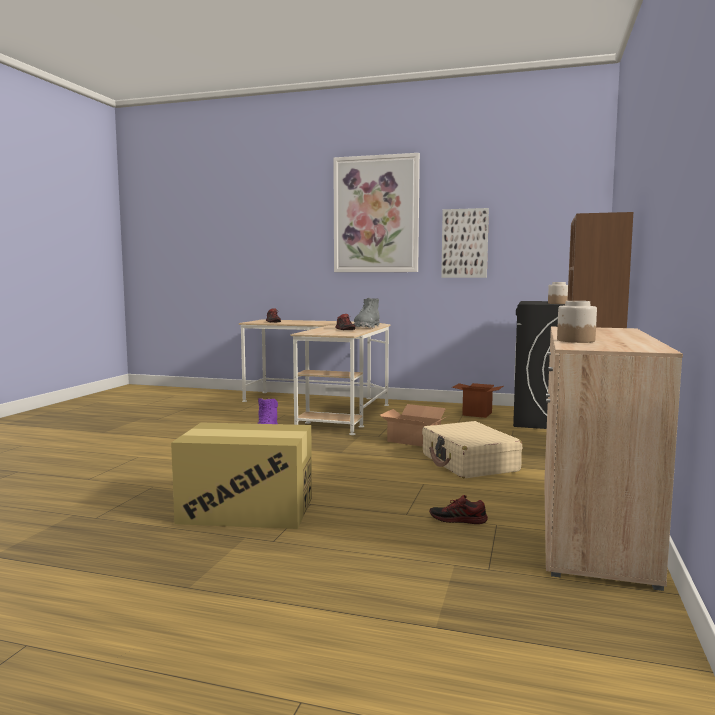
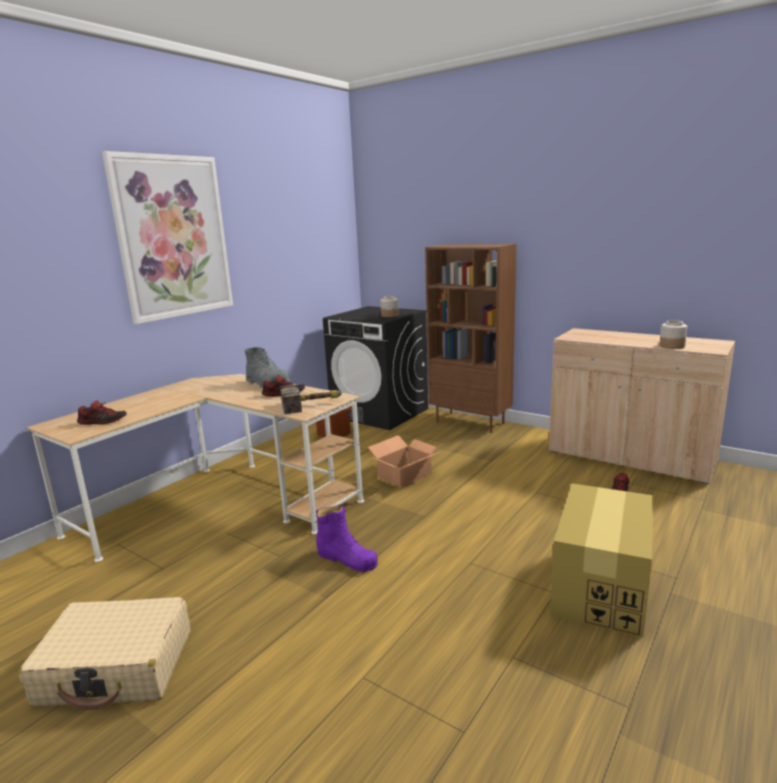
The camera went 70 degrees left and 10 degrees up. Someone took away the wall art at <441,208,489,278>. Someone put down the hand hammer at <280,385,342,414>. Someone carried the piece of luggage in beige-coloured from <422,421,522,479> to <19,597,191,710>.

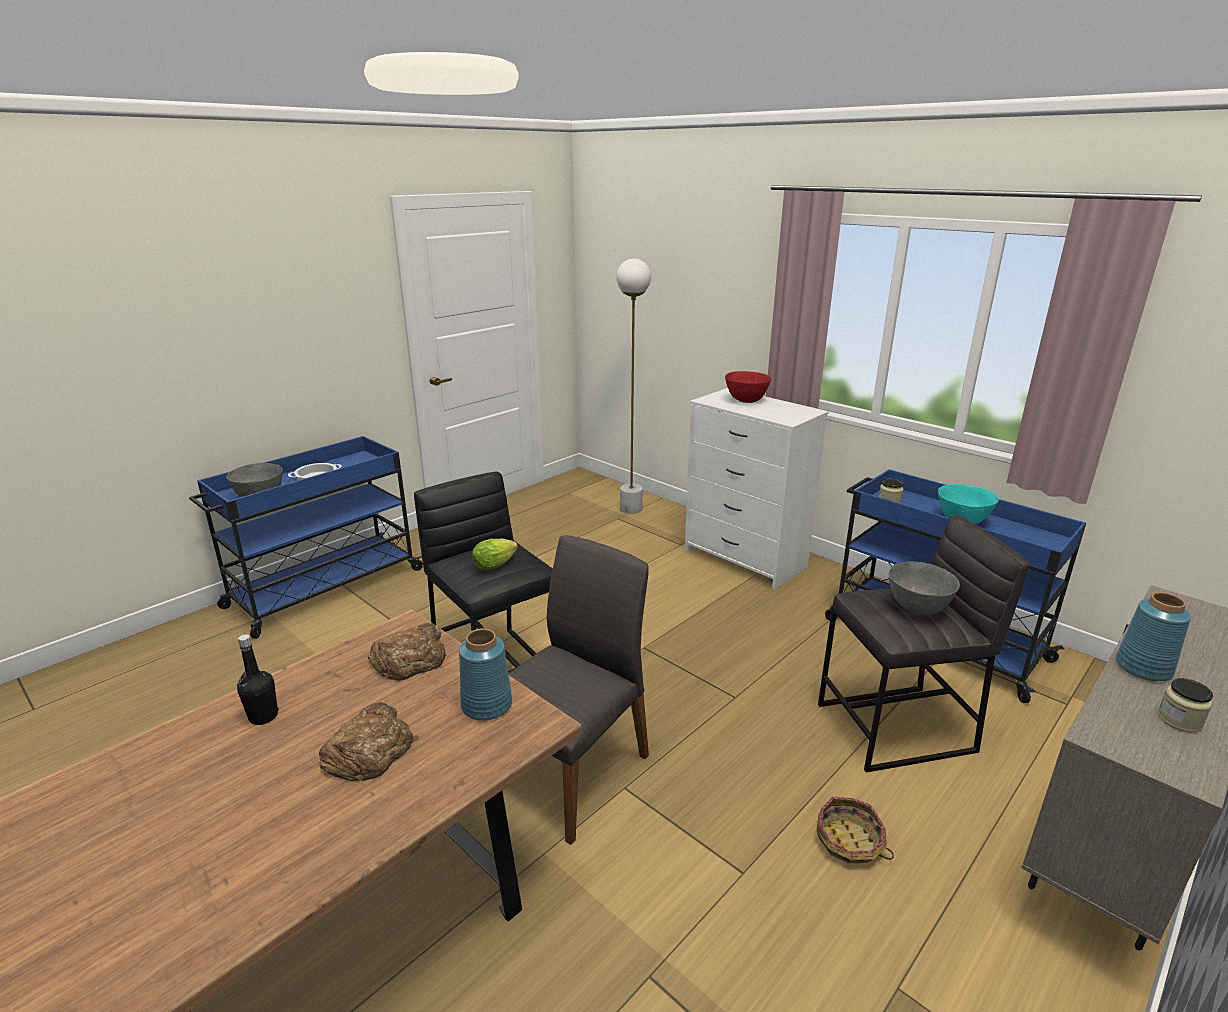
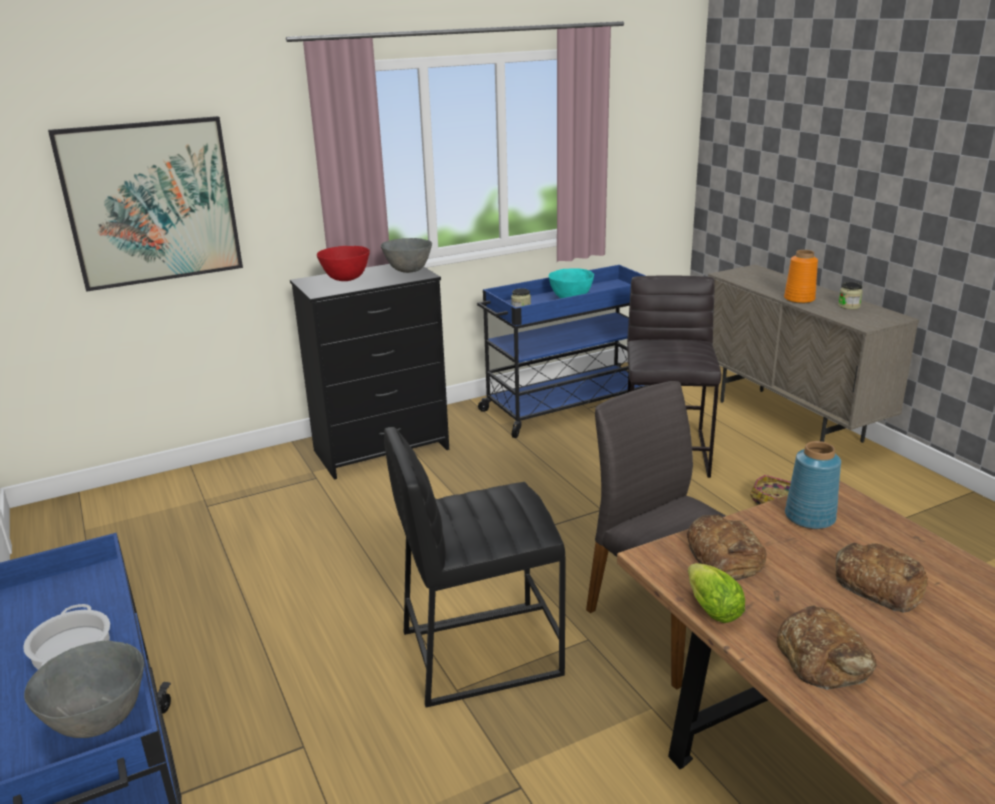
The camera went 70 degrees left and 0 degrees up. Someone took away the floor lamp in whitish at <616,259,651,514>. Someone put up the wall art at <48,116,243,292>. Someone carried the head of lettuce from <472,539,518,570> to <688,563,745,623>. Someone carried the deep dish in greyish from <889,561,960,615> to <381,238,432,273>. Someone swapped the beverage bottle in blackish at <237,634,279,725> for the bread at <777,606,876,690>. Someone repainted the dresser in whitish at <684,388,829,590>, which became the dresser in blackish at <290,264,449,480>. Someone repainted the flower vase in bluish at <1116,592,1191,681>, which became the flower vase in orangey at <784,250,818,303>.

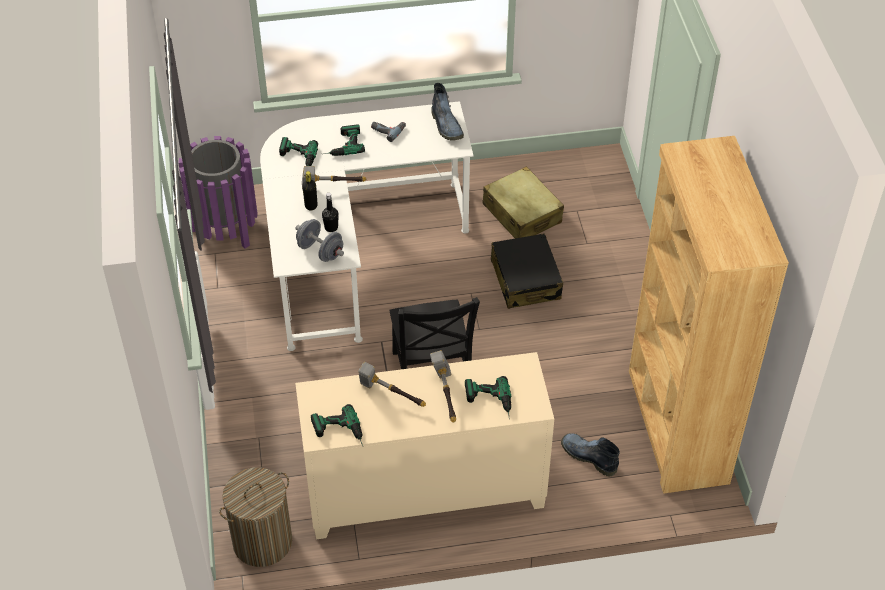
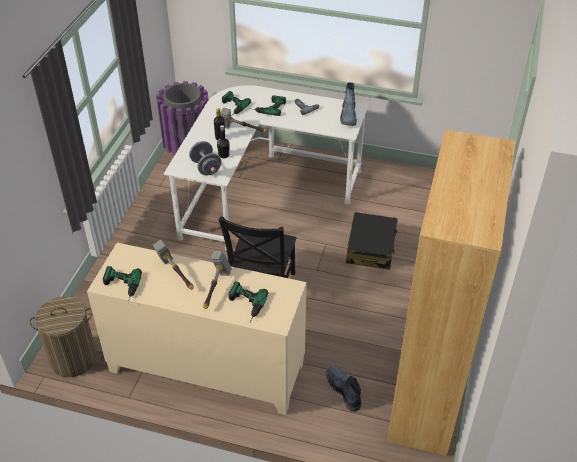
The camera went 25 degrees right and 5 degrees down. Someone took away the piece of luggage in beige-coloured at <482,166,564,238>.

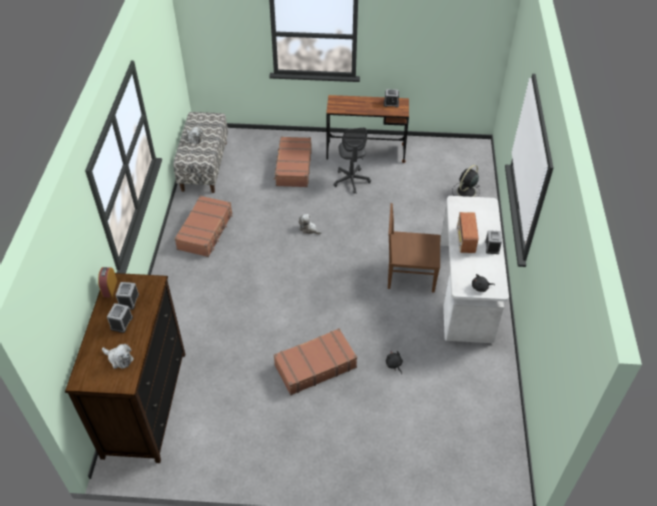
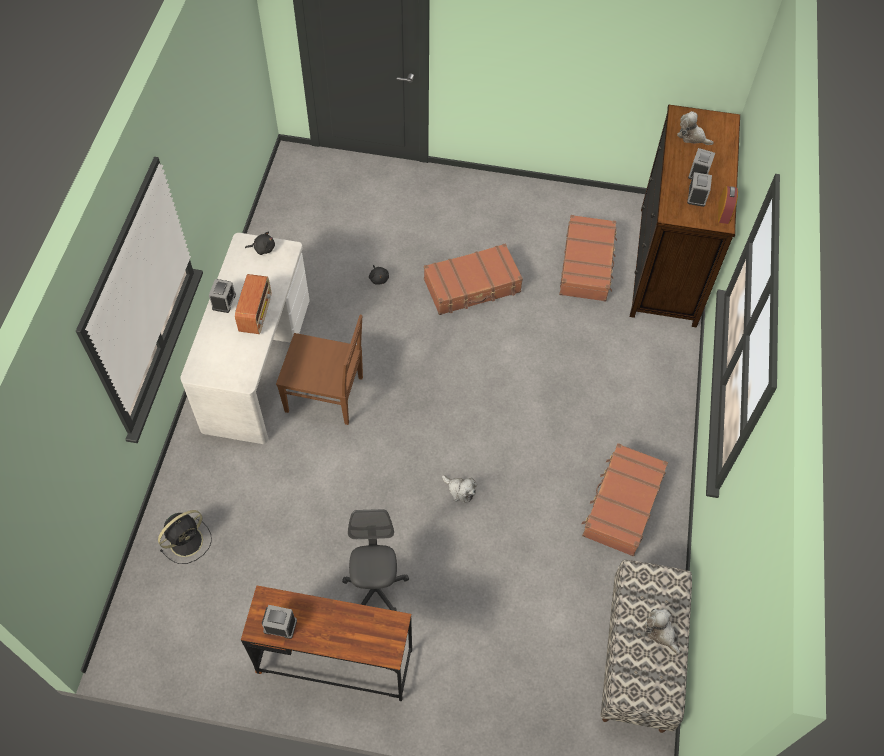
The camera went 175 degrees left and 10 degrees up. Someone carried the piece of luggage in brown from <273,136,312,187> to <559,215,617,302>.

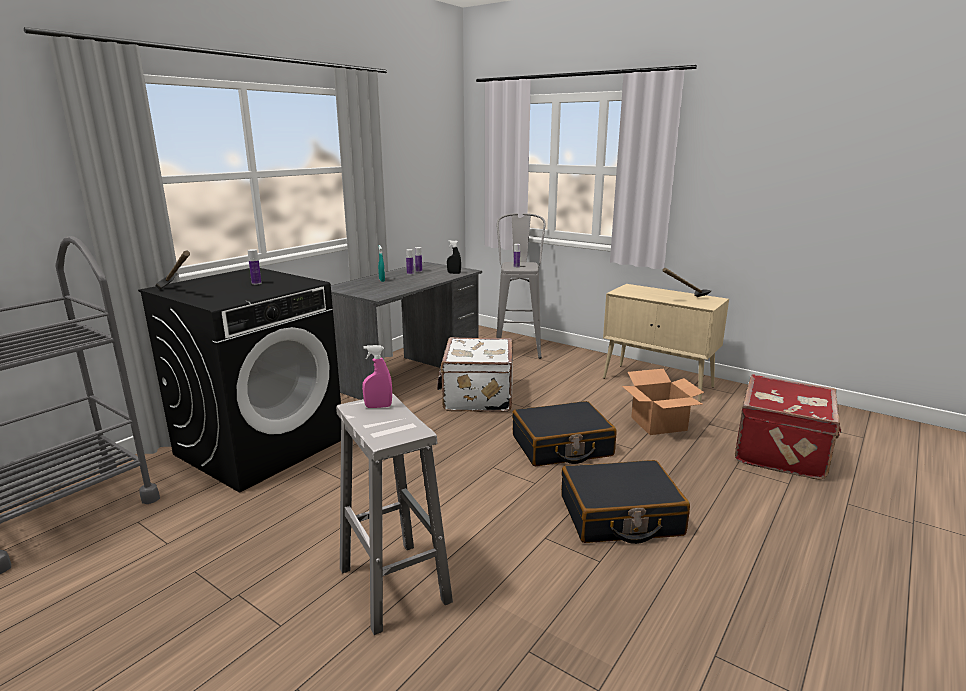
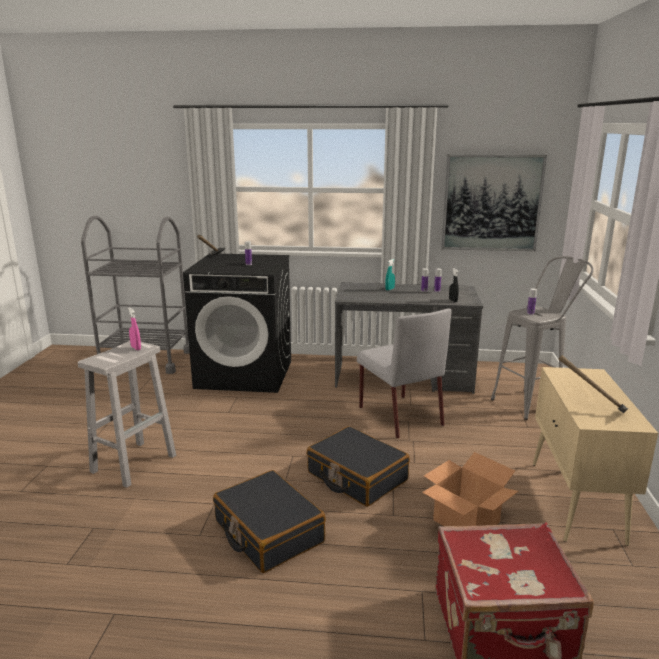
The camera went 60 degrees right and 0 degrees up. Someone put up the wall art at <441,154,547,251>. Someone swapped the piece of luggage in whitish at <437,337,513,412> for the plain chair in greyish at <357,308,452,439>.

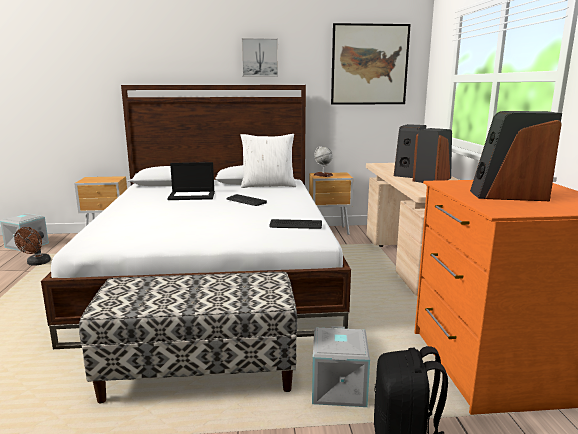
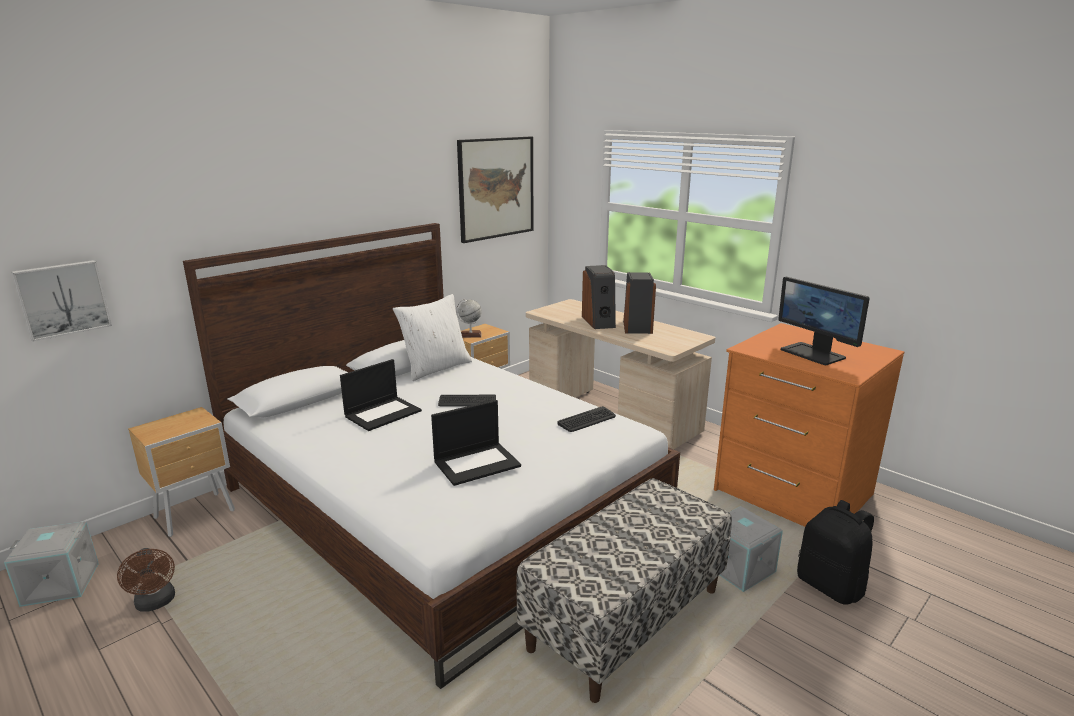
The camera went 40 degrees left and 5 degrees up. Someone put down the laptop at <431,400,521,486>. Someone carried the wall art from <241,38,278,76> to <11,260,112,341>. Someone swapped the loudspeaker at <470,111,562,201> for the computer display at <778,277,870,365>.

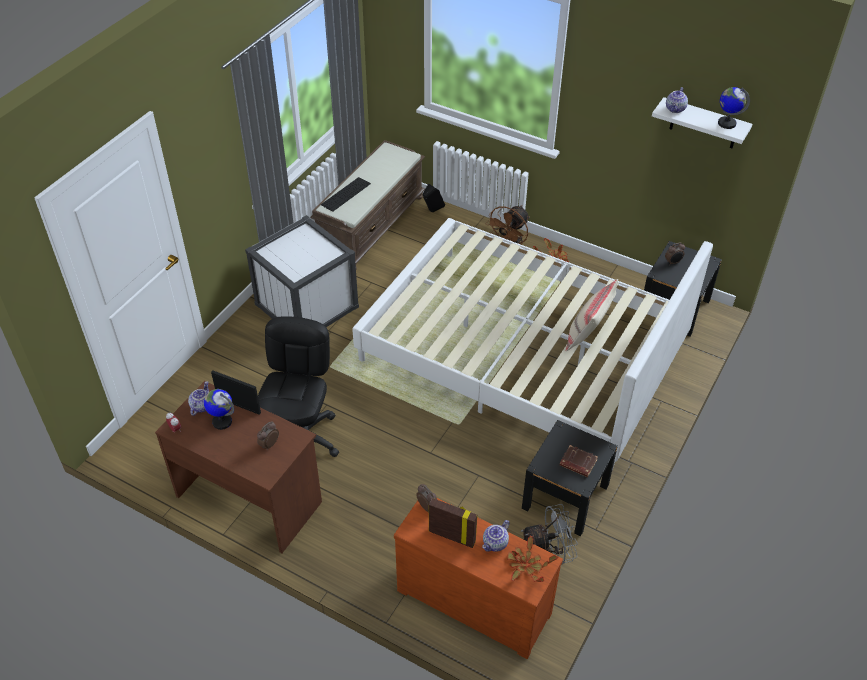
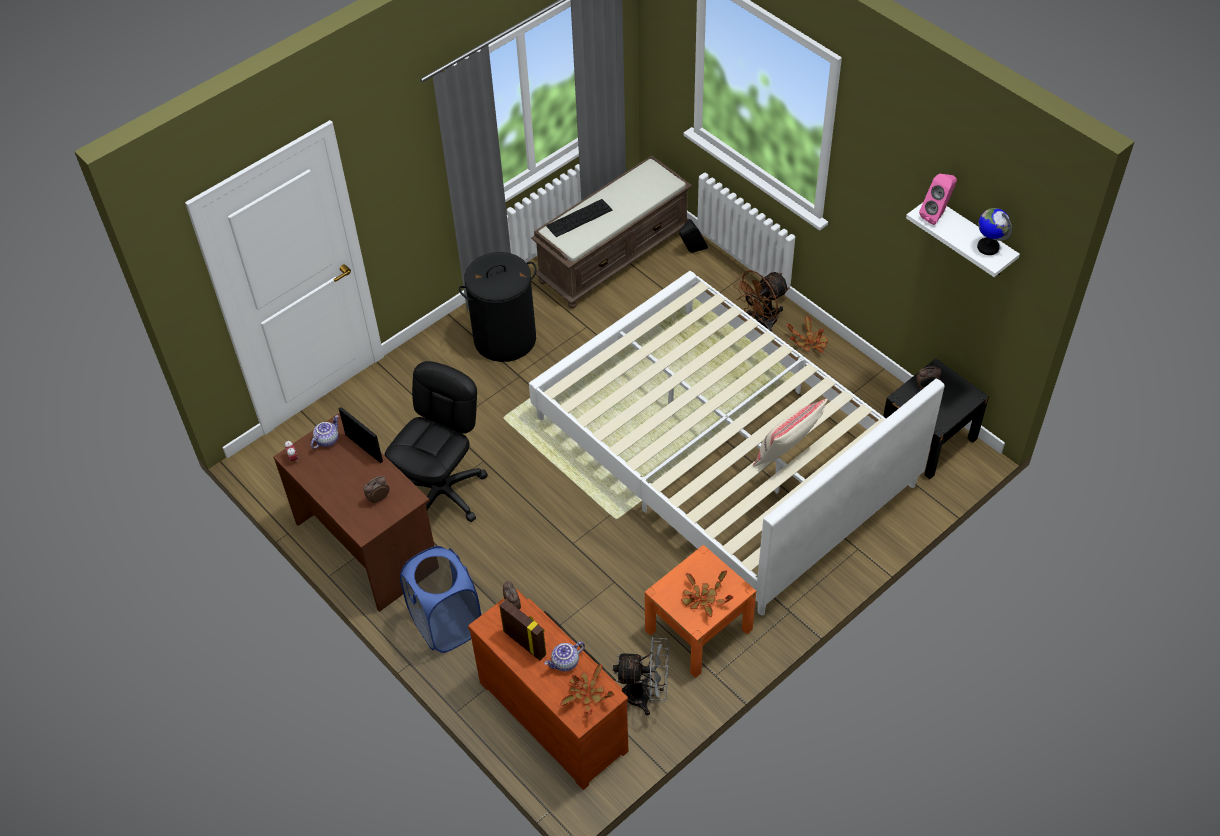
The camera went 20 degrees right and 5 degrees up. Someone took away the globe at <204,389,235,430>. Someone put down the hamper in bluish at <400,546,481,653>. Someone swapped the storage container in whitish at <245,215,359,327> for the hamper in blackish at <459,252,537,362>. Someone swapped the book in brown at <560,445,598,477> for the houseplant at <681,570,733,617>. Someone swapped the teapot at <666,87,688,113> for the loudspeaker in pinkish at <919,174,957,225>. Someone repainted the bedside table in blackish at <522,420,618,536>, which became the bedside table in orangey at <645,545,756,678>.

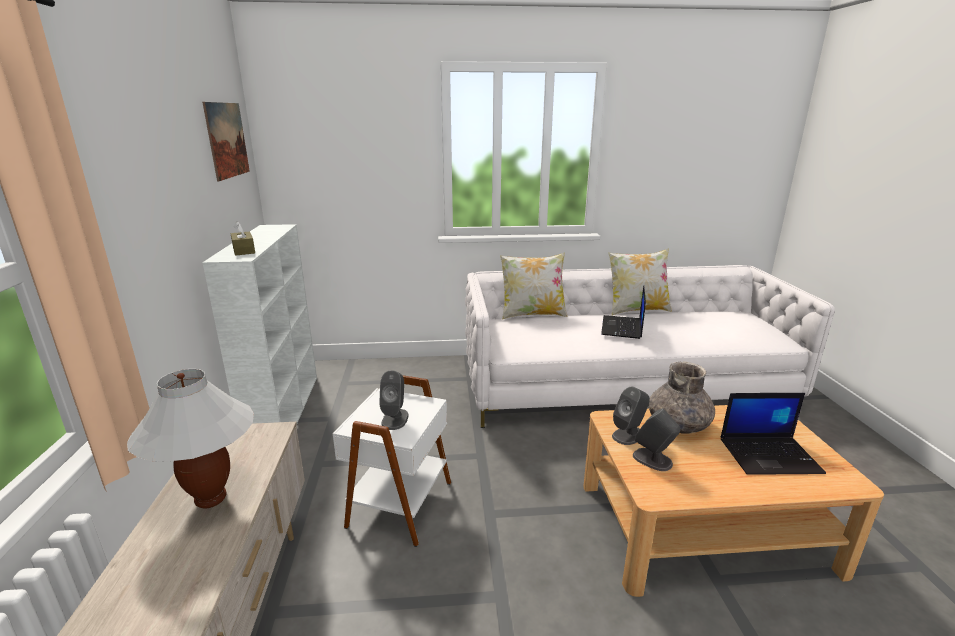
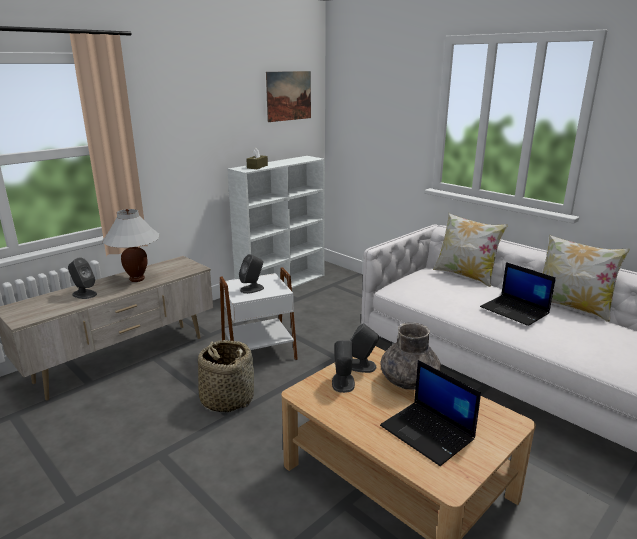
The camera went 50 degrees right and 0 degrees up. Someone put down the loudspeaker in greyish at <68,257,97,299>. Someone put down the household basket at <198,340,254,413>. Someone rotated the laptop at <601,285,646,339> by 105 degrees counterclockwise.

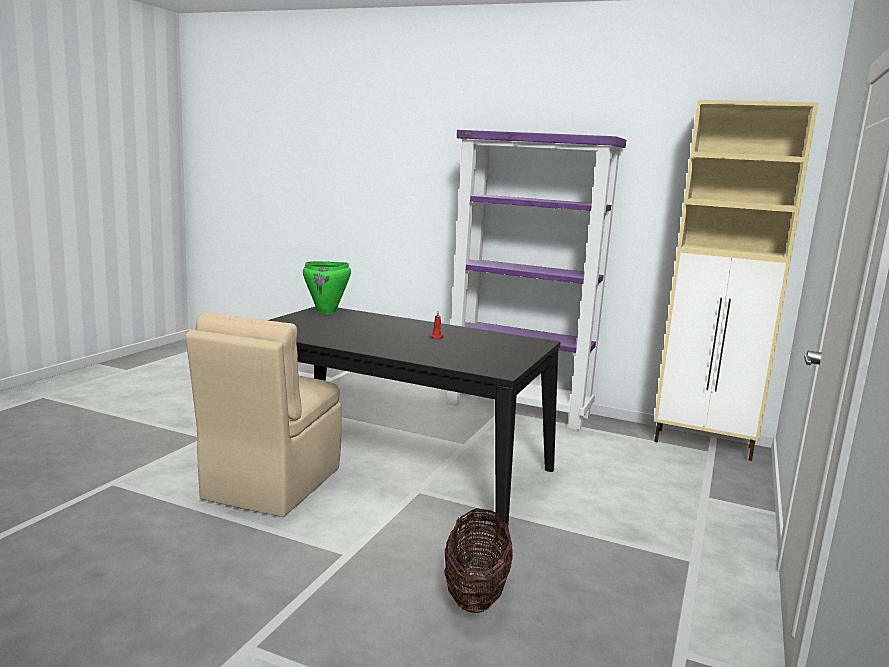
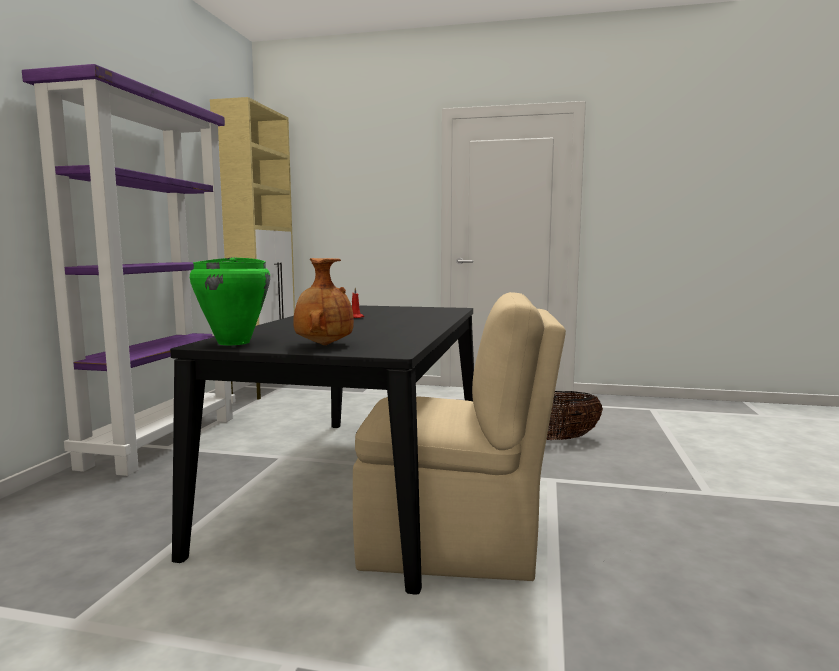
The camera went 100 degrees left and 5 degrees down. Someone put down the flower vase in brown at <293,258,354,345>.

